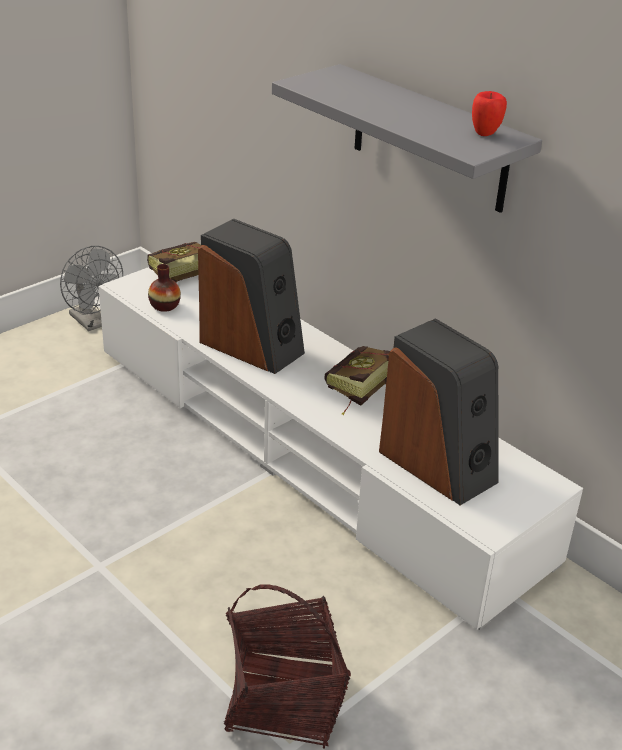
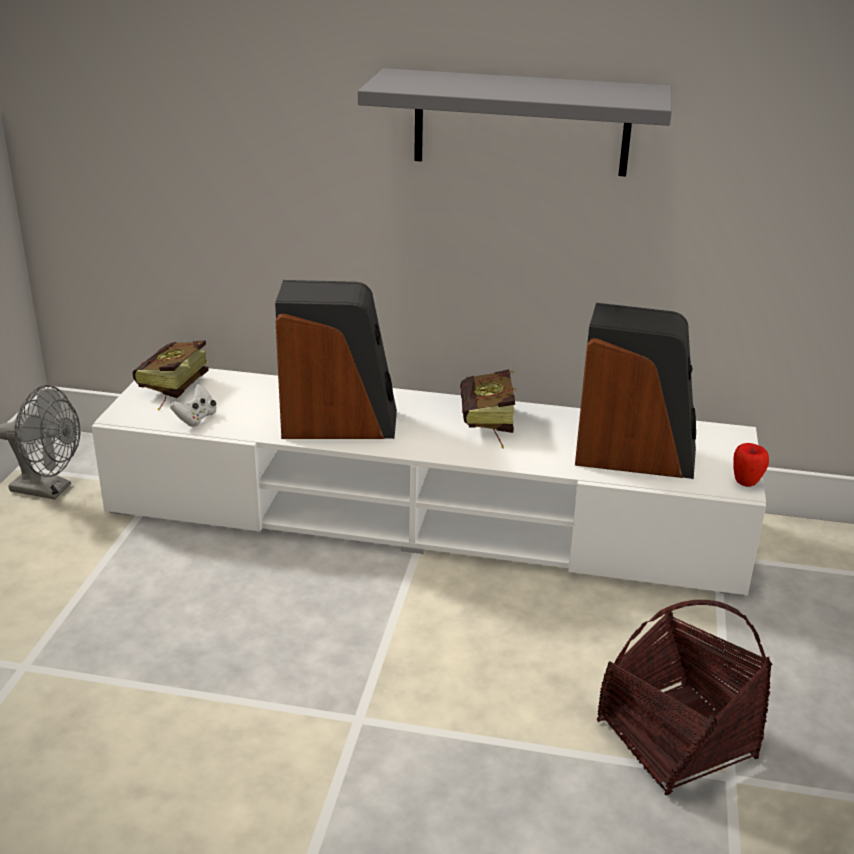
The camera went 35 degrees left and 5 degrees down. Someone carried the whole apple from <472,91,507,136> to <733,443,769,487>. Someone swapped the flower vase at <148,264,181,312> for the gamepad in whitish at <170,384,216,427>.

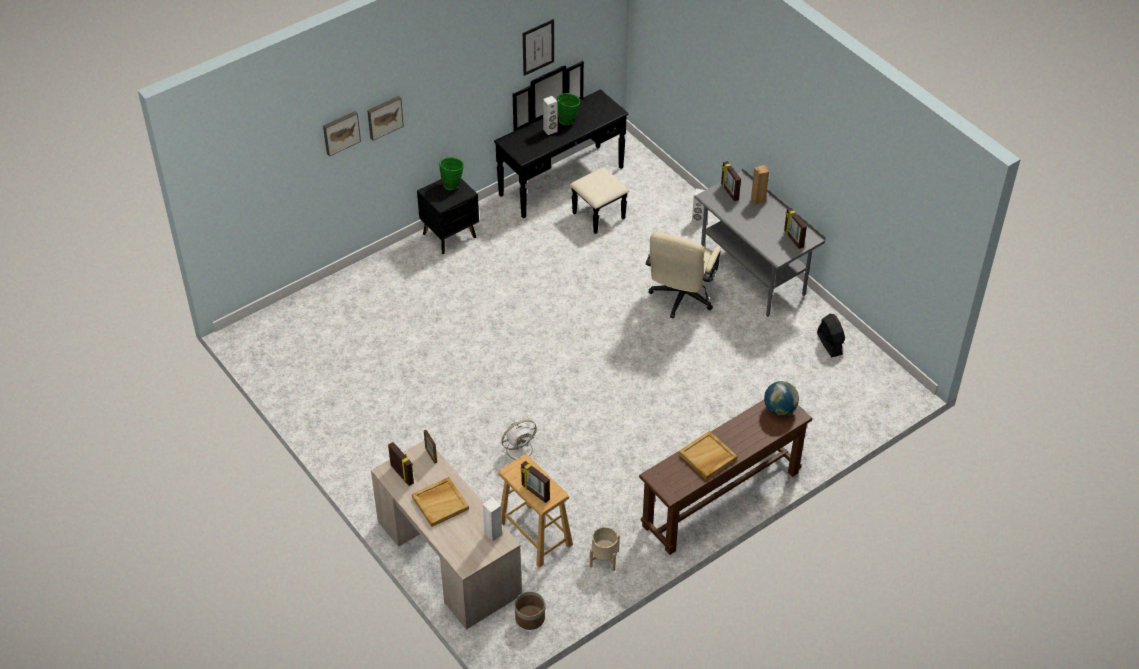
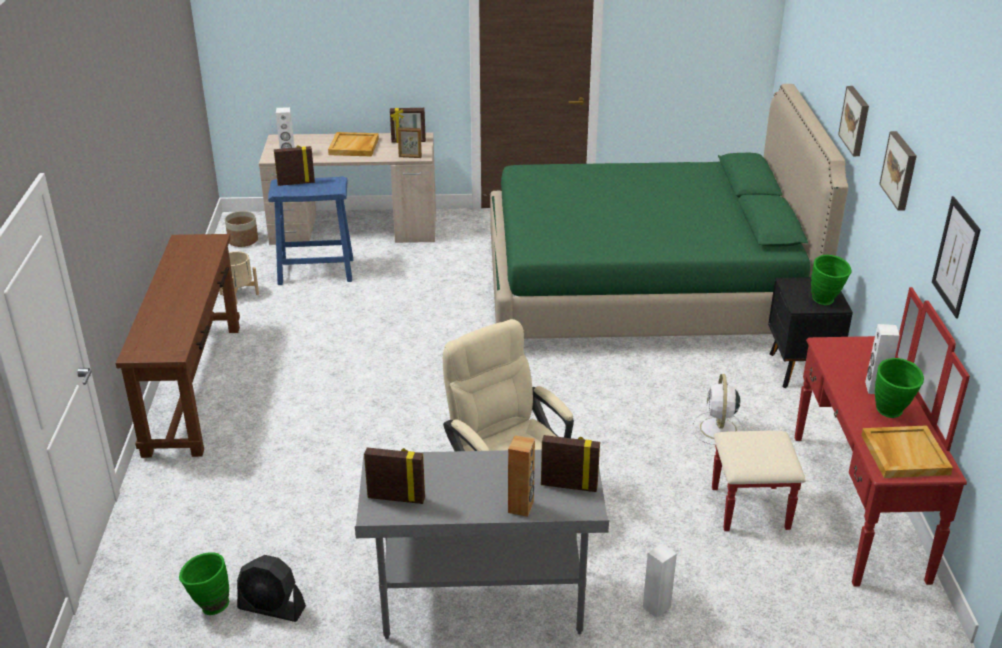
The camera went 125 degrees right and 15 degrees down. Someone took away the globe at <764,381,799,416>. Someone put down the flower vase in green-coloured at <179,552,229,615>. Someone put down the bedroom bed in green-coloured at <490,84,848,339>. Someone carried the wall art from <323,111,361,156> to <879,131,917,211>. Someone carried the fan in whitish from <498,420,539,463> to <692,374,745,445>. Someone carried the carrying tray in beige-coloured from <679,431,737,480> to <861,425,953,478>. Someone repainted the dresser in blackish at <494,61,629,234>, which became the dresser in reddish at <712,287,970,587>. Someone repainted the stool in beige-coloured at <498,455,573,568>, which became the stool in bluish at <268,177,353,285>.

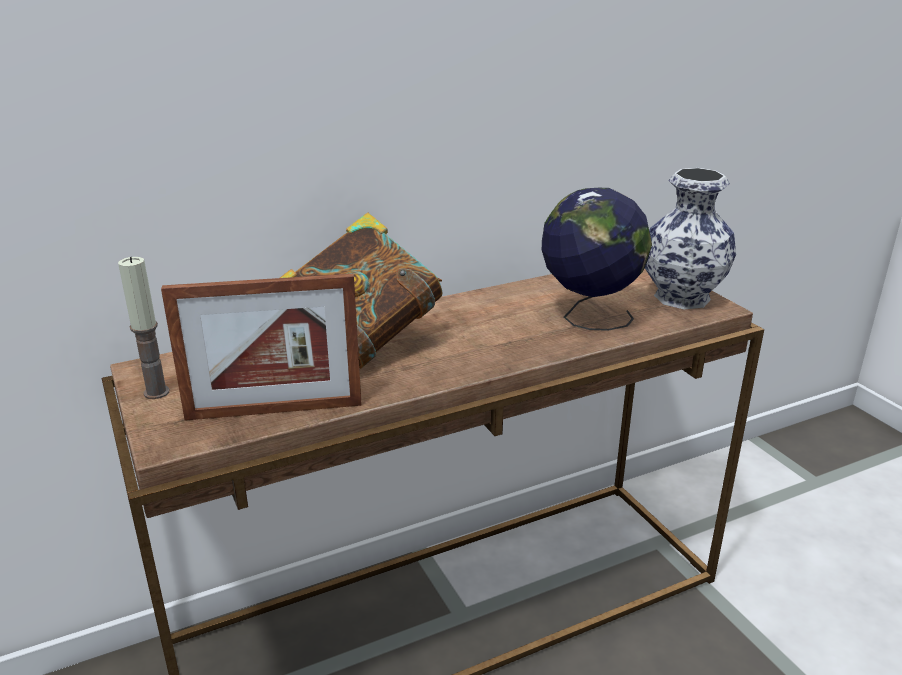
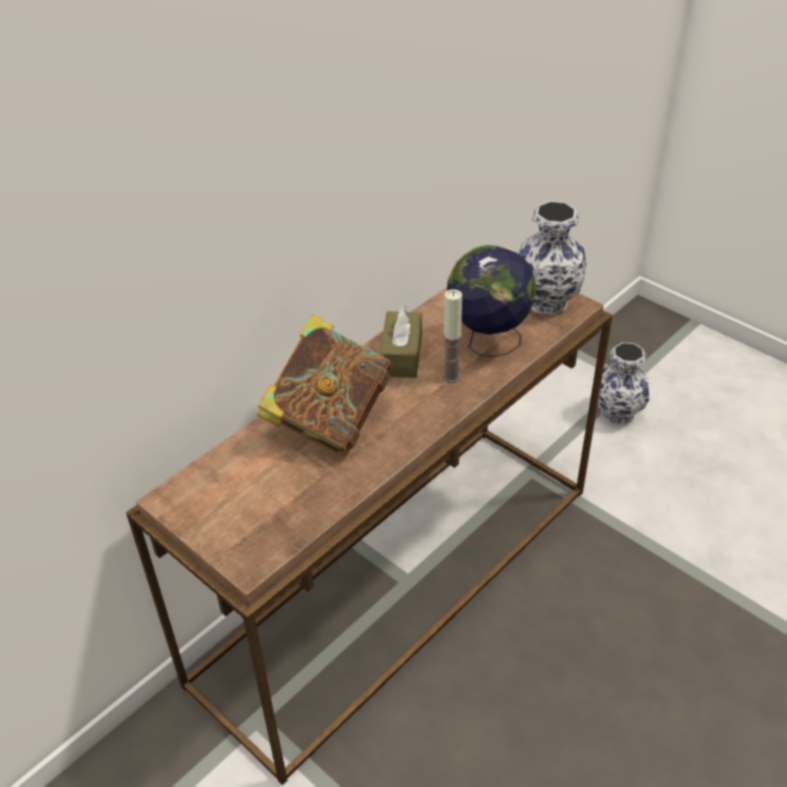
The camera went 20 degrees left and 15 degrees up. Someone took away the standing frame at <161,274,362,420>. Someone put down the tissue holder in brown at <379,306,422,378>. Someone put down the flower vase at <597,343,649,425>. Someone carried the wax candle from <118,257,169,399> to <442,289,462,383>.

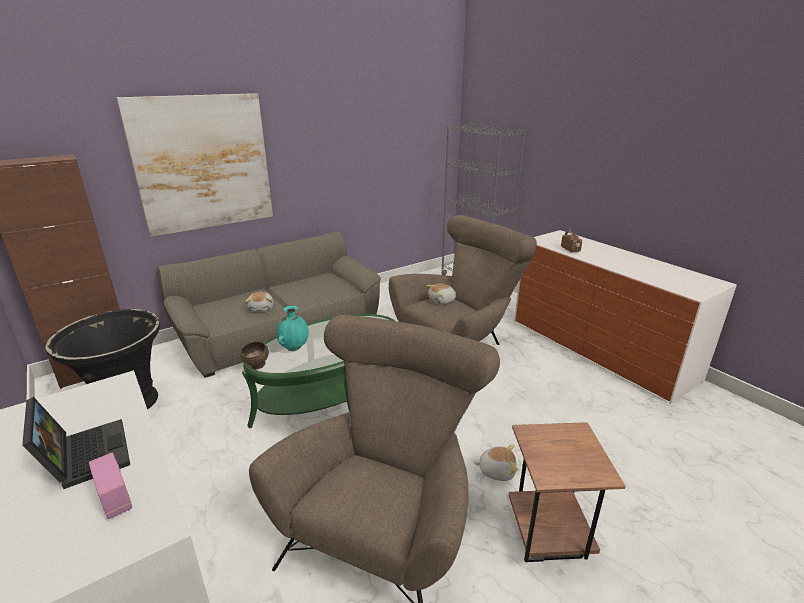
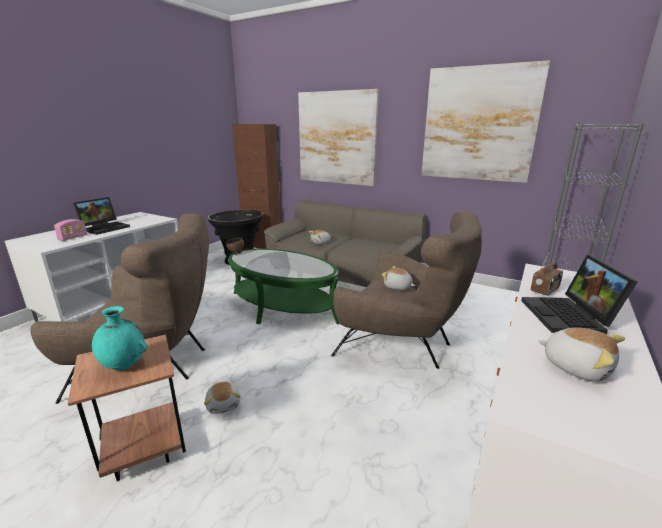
The camera went 65 degrees right and 5 degrees down. Someone put up the wall art at <421,60,550,183>. Someone put down the laptop at <521,255,637,334>. Someone put down the cuddly toy at <538,328,625,381>. Someone carried the flower vase in turquoise from <276,306,308,351> to <92,306,148,371>.

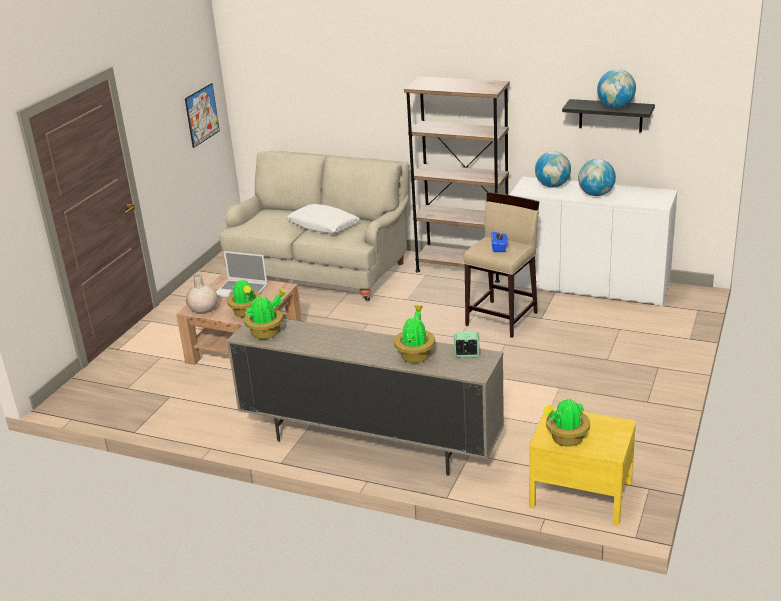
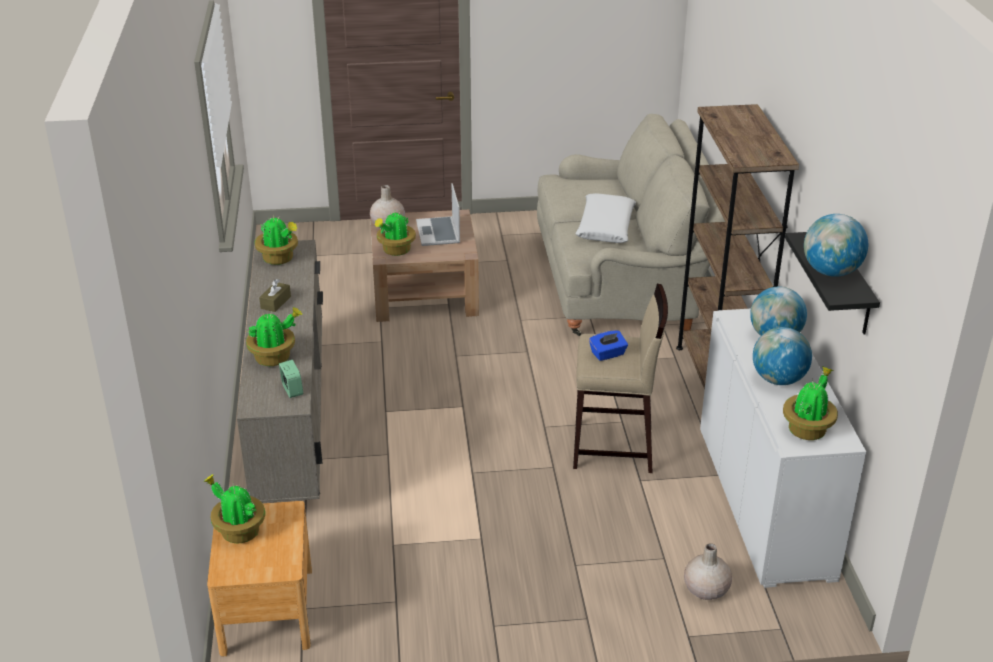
The camera went 60 degrees right and 5 degrees up. Someone took away the wall art at <185,83,220,148>. Someone put down the tissue holder in brown at <259,279,291,312>. Someone put down the flower vase in beige-coloured at <684,543,732,600>. Someone put down the houseplant at <783,367,838,440>. Someone repainted the bedside table in yellow-coloured at <529,407,636,525>, which became the bedside table in brown at <207,501,312,656>.

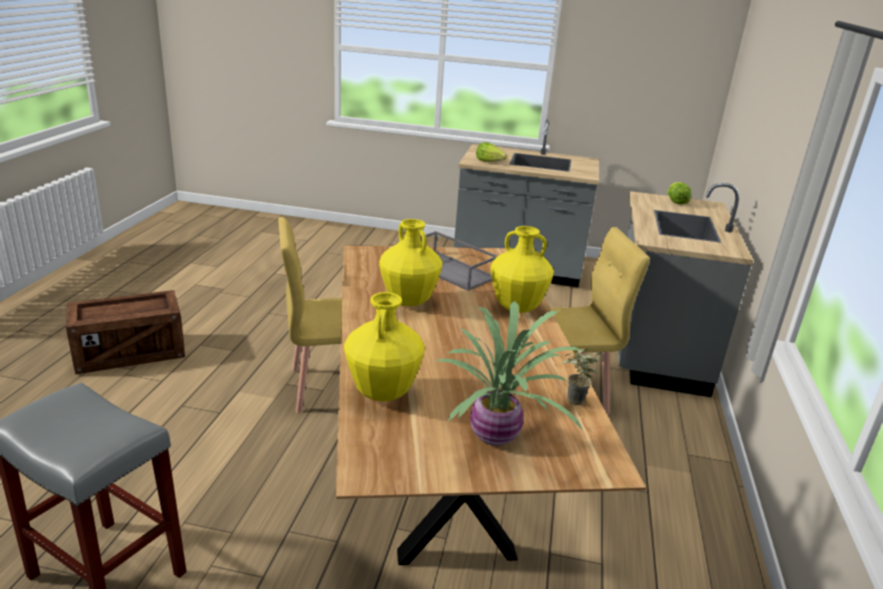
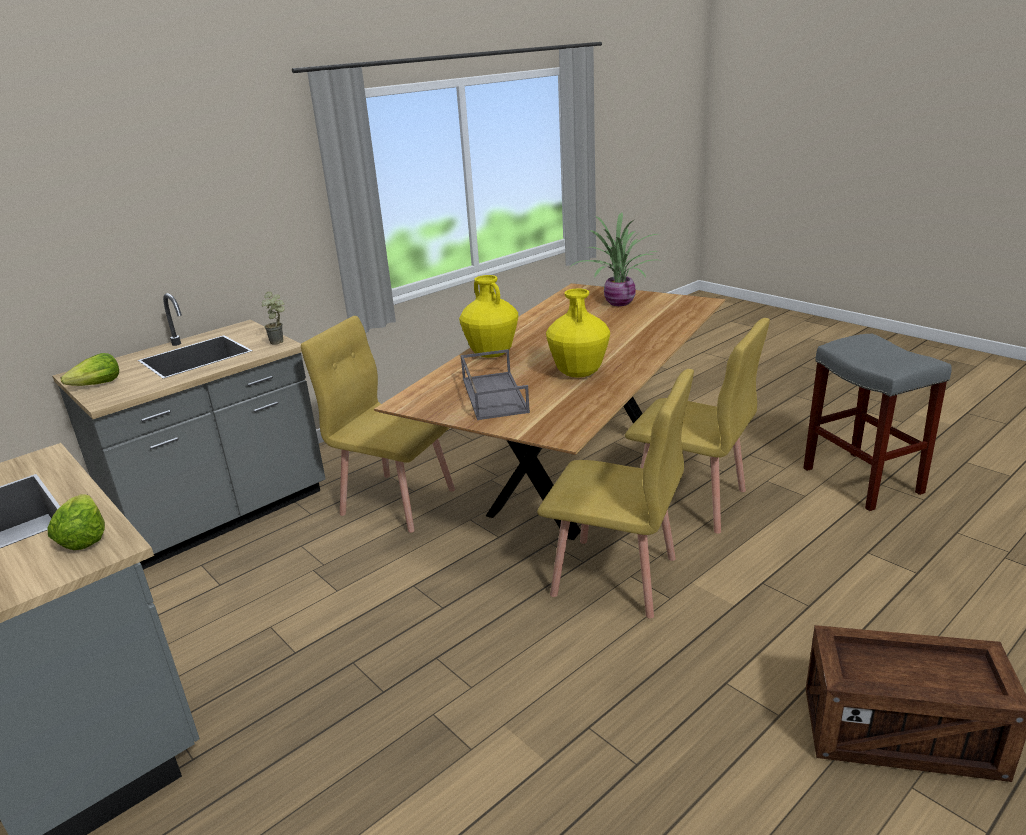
The camera went 140 degrees left and 0 degrees up. Someone took away the flower vase in yellow-coloured at <344,292,425,402>. Someone put down the plain chair in yellow-coloured at <625,318,770,534>. Someone carried the houseplant from <562,348,603,405> to <262,291,285,345>.

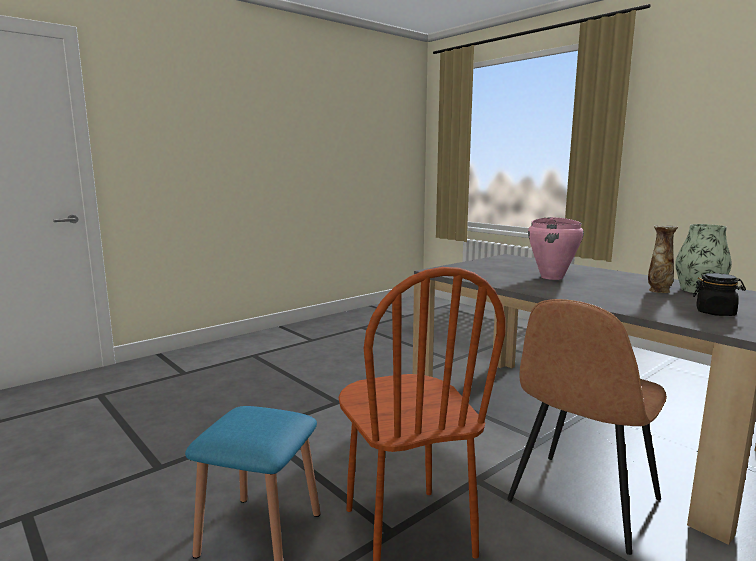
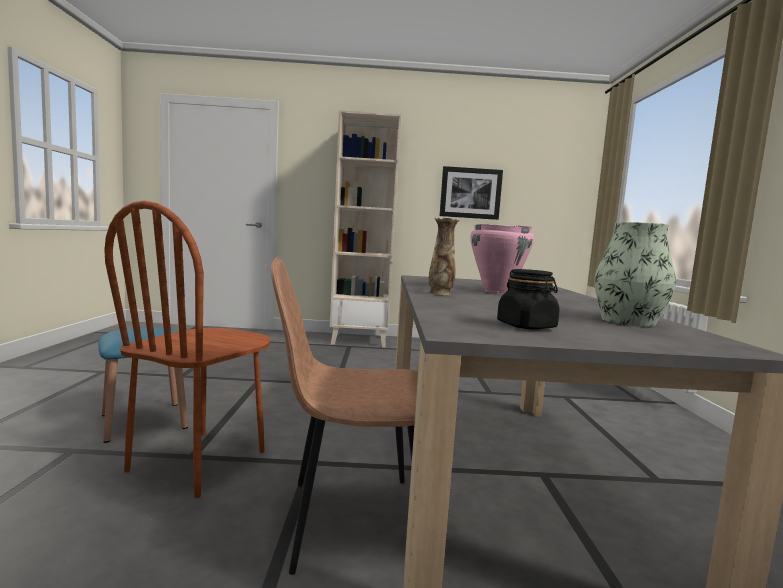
The camera went 40 degrees right and 5 degrees down. Someone put down the bookcase in beige-coloured at <330,110,402,348>. Someone put up the wall art at <440,166,503,220>. Someone carried the flower vase from <648,225,678,293> to <429,218,459,295>.

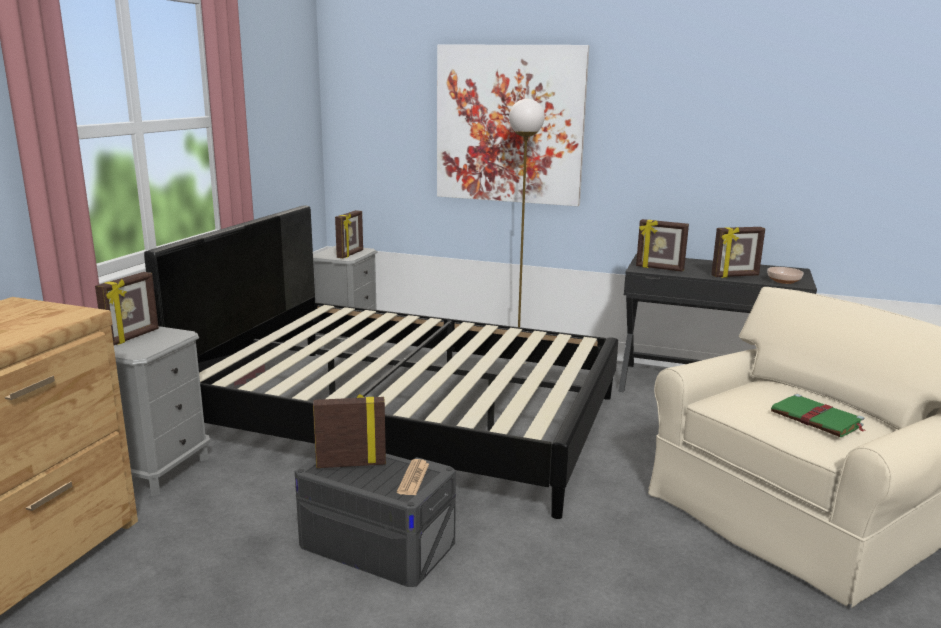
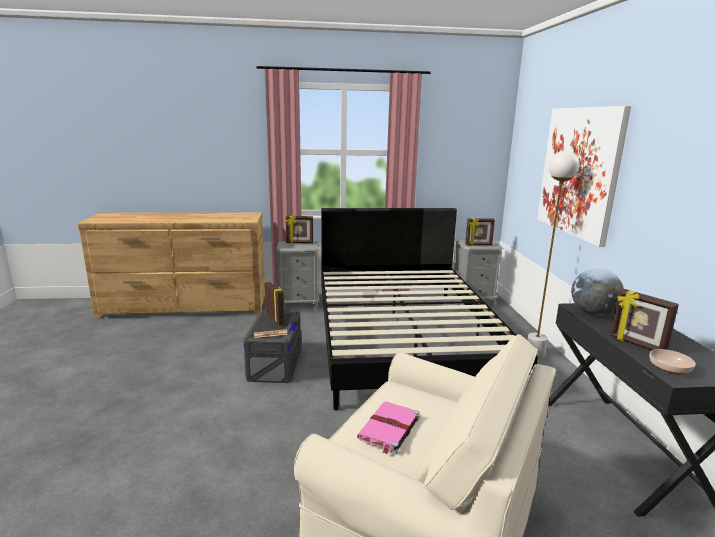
The camera went 65 degrees right and 0 degrees up. Someone swapped the standing frame at <636,219,689,272> for the globe at <571,269,624,316>. Someone repainted the book in green-coloured at <771,394,864,437>, which became the book in pinkish at <357,402,420,455>.

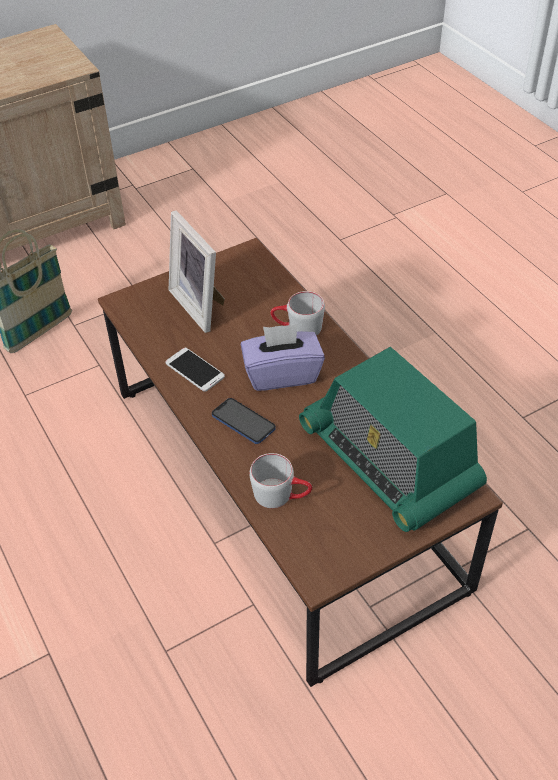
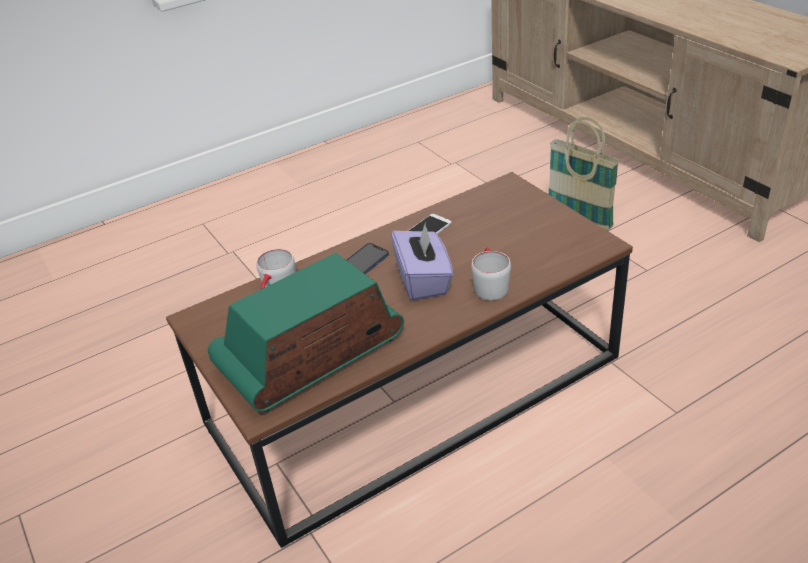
The camera went 90 degrees right and 10 degrees down. Someone took away the standing frame at <169,210,225,333>.

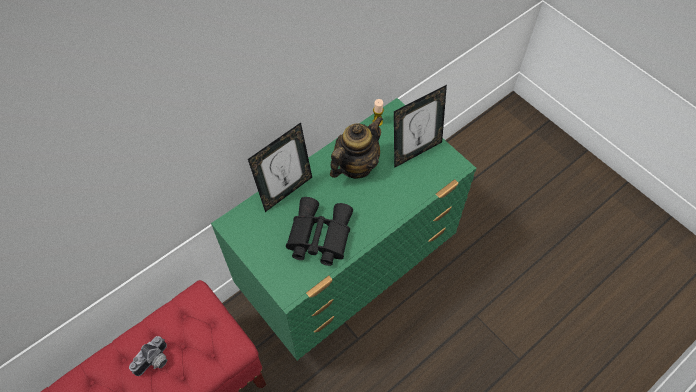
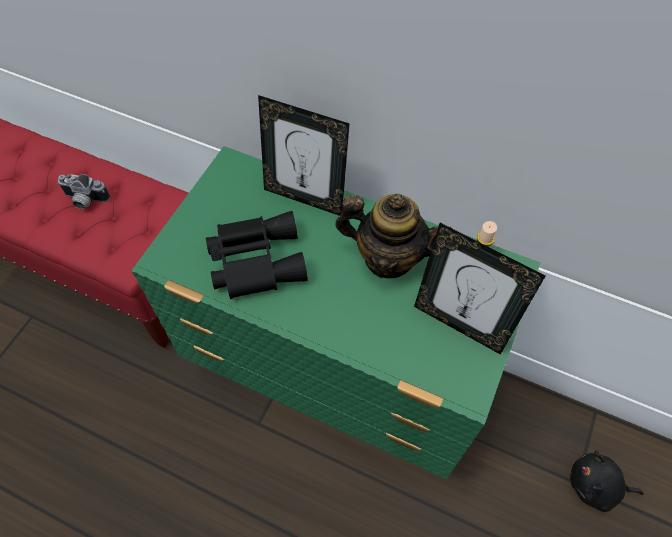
The camera went 65 degrees right and 0 degrees up. Someone put down the cuddly toy in blackish at <570,451,644,512>.

